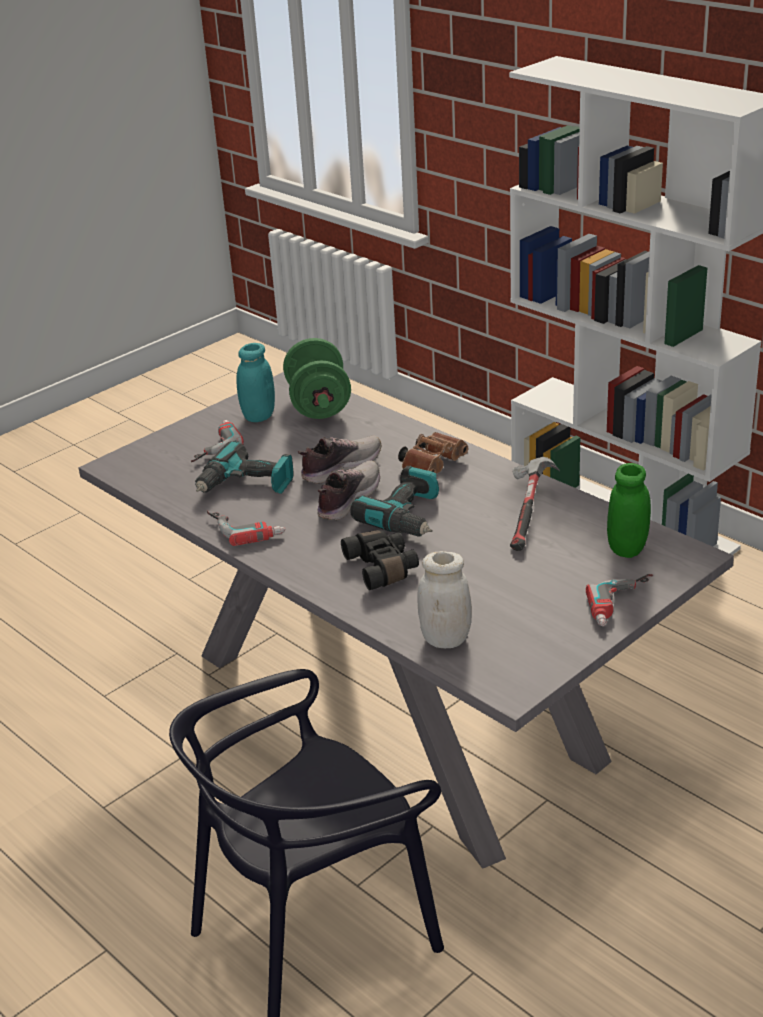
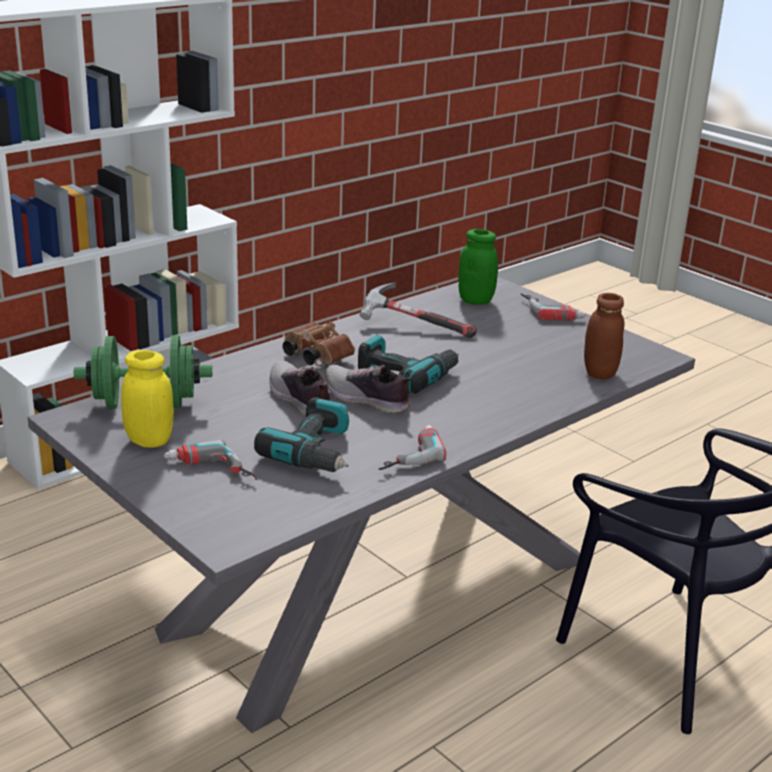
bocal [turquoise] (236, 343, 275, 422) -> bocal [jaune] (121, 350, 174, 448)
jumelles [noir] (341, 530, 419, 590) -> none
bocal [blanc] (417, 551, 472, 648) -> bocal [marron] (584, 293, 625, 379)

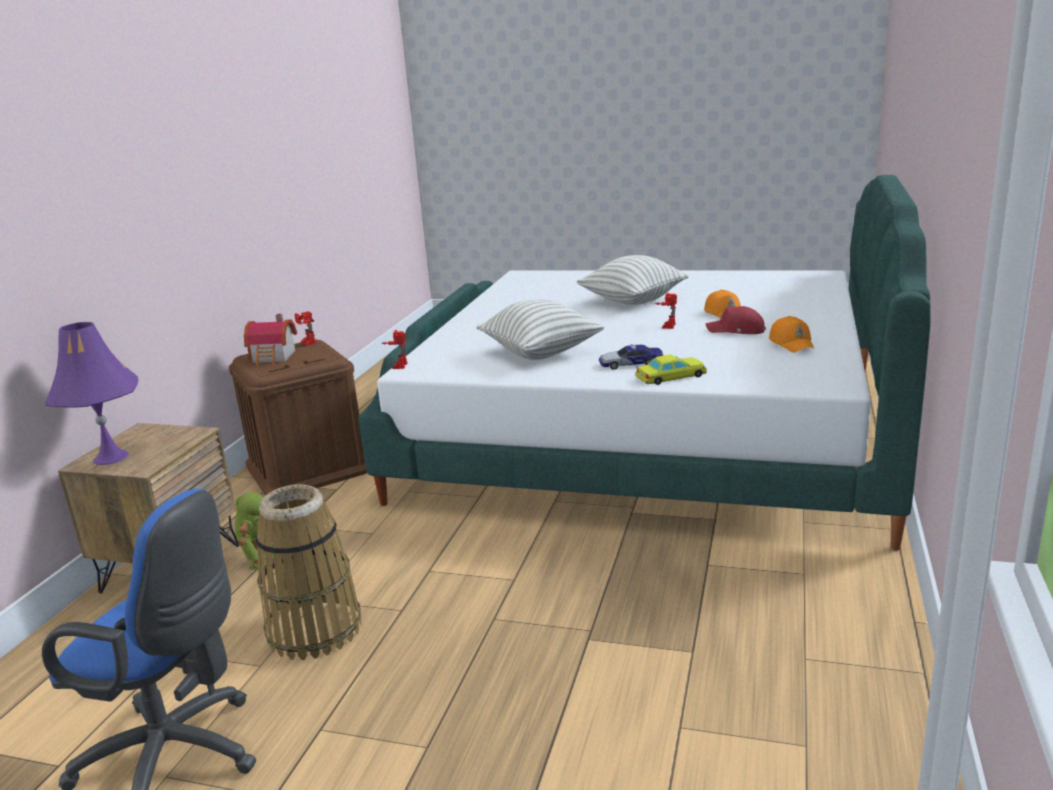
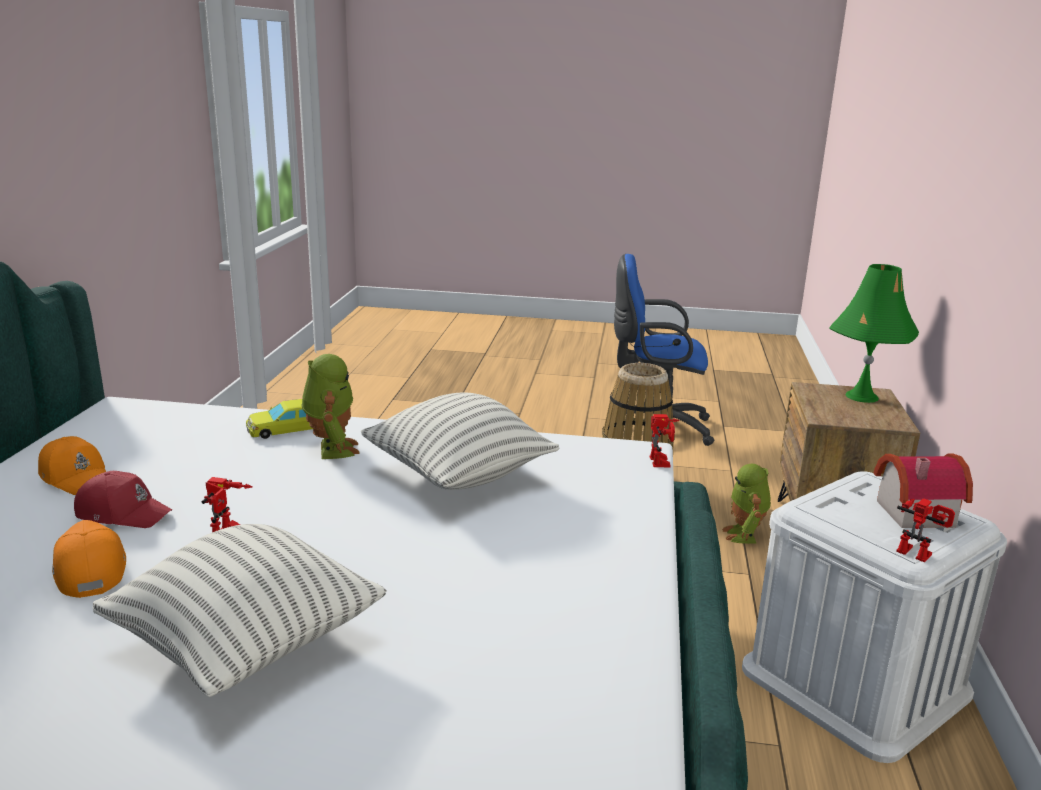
lampe de table [violet] (45, 322, 138, 465) -> lampe de table [vert] (829, 264, 919, 403)
boîte de rangement [marron] (229, 340, 367, 496) -> boîte de rangement [blanc] (742, 471, 1007, 763)
petite voiture (599, 344, 664, 370) -> robot jouet (302, 354, 360, 459)
casquette [orange] (769, 316, 814, 353) -> casquette [orange] (38, 436, 106, 495), 150 degrees clockwise

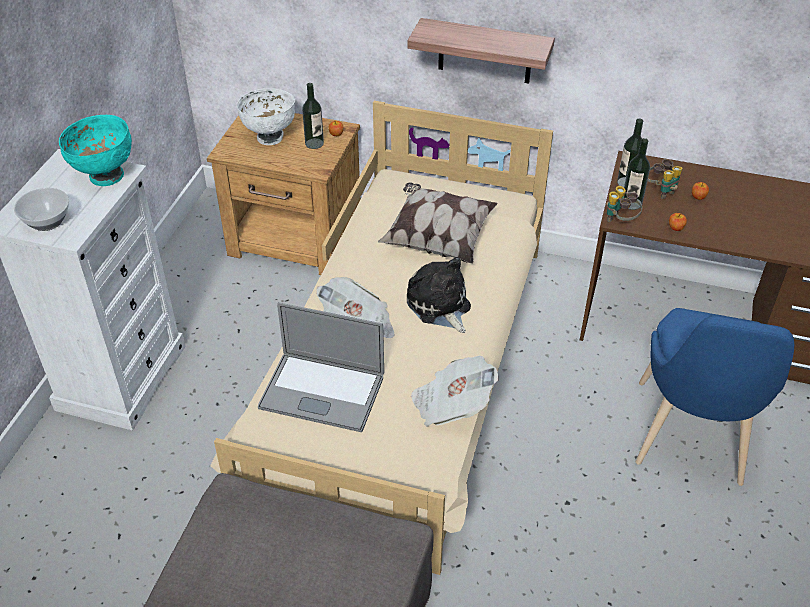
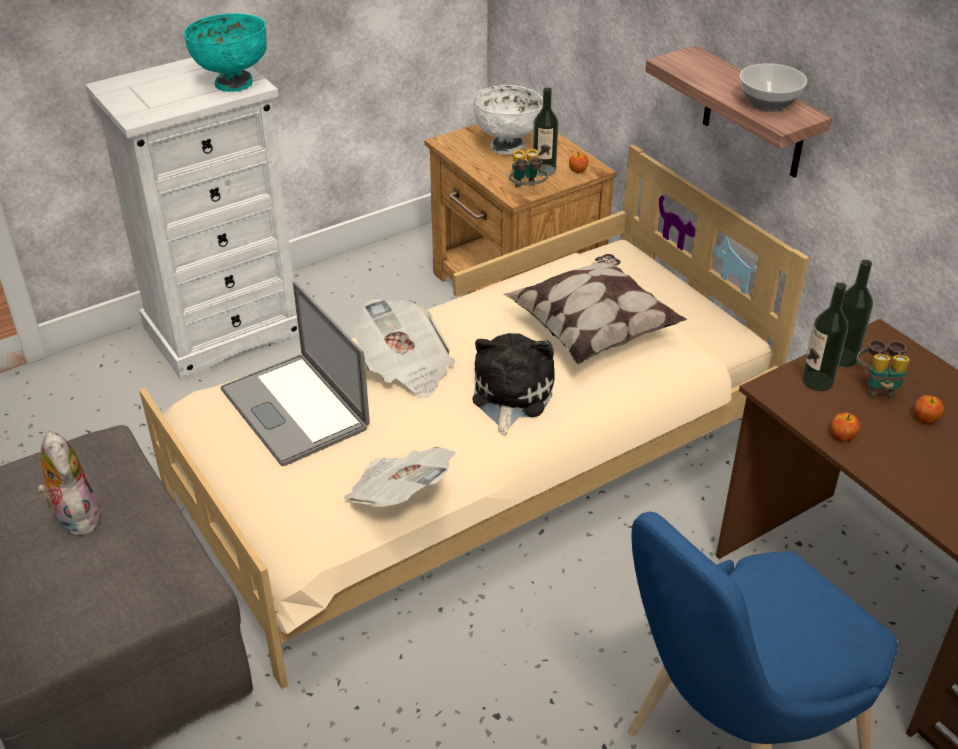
bol (14, 188, 69, 231) -> bol (740, 63, 807, 112), relocated
jumelles (606, 186, 642, 222) -> jumelles (509, 149, 548, 188), relocated
none -> peluche (37, 431, 101, 536)

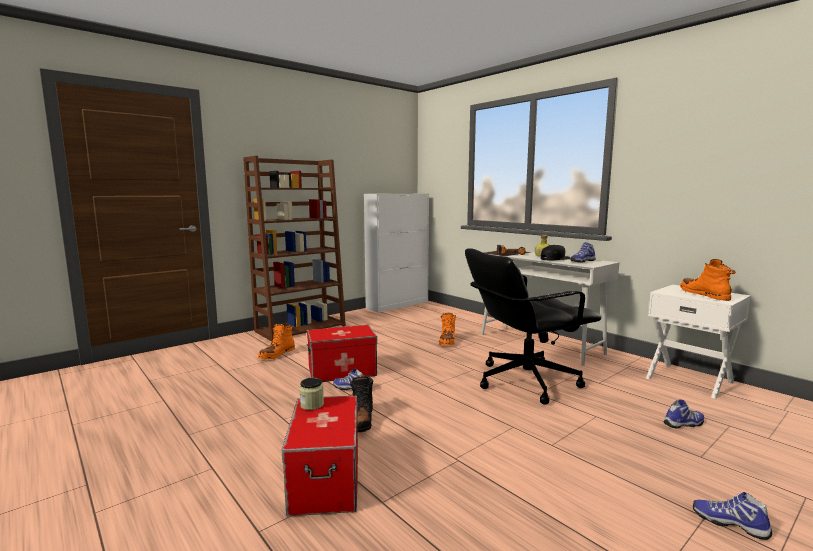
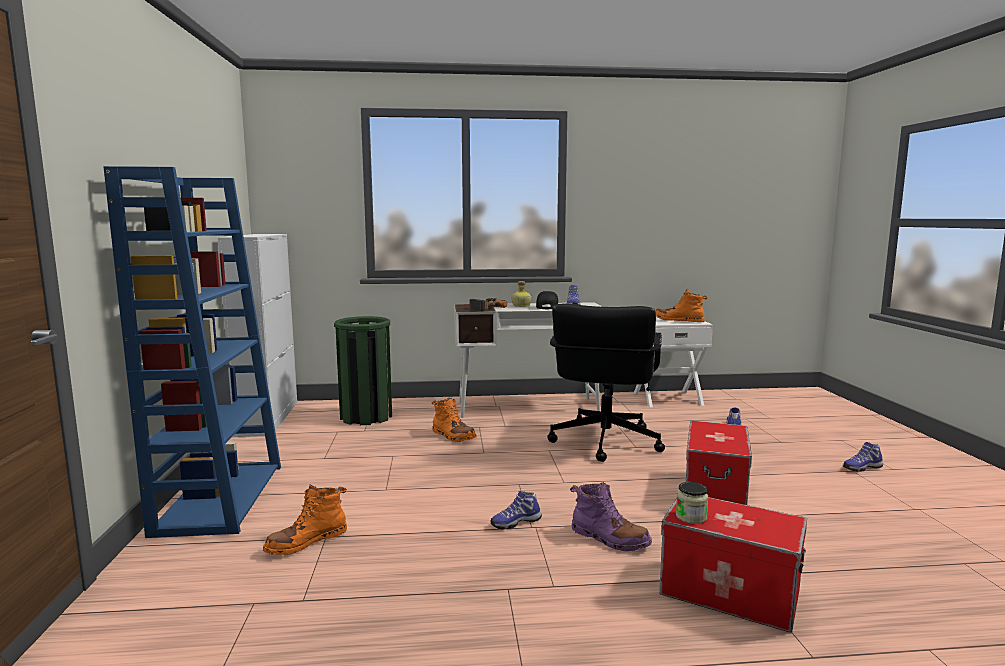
bibliothèque [marron] (243, 156, 346, 342) -> bibliothèque [bleu] (103, 166, 281, 538)
botte [orange] (258, 324, 295, 359) -> botte [orange] (263, 485, 347, 555), 75 degrees clockwise
boîte de rangement (307, 325, 377, 382) -> boîte de rangement (686, 420, 752, 505), relocated
botte [noir] (350, 375, 373, 432) -> botte [violet] (570, 481, 652, 551)
none -> poubelle [vert] (334, 316, 392, 425)

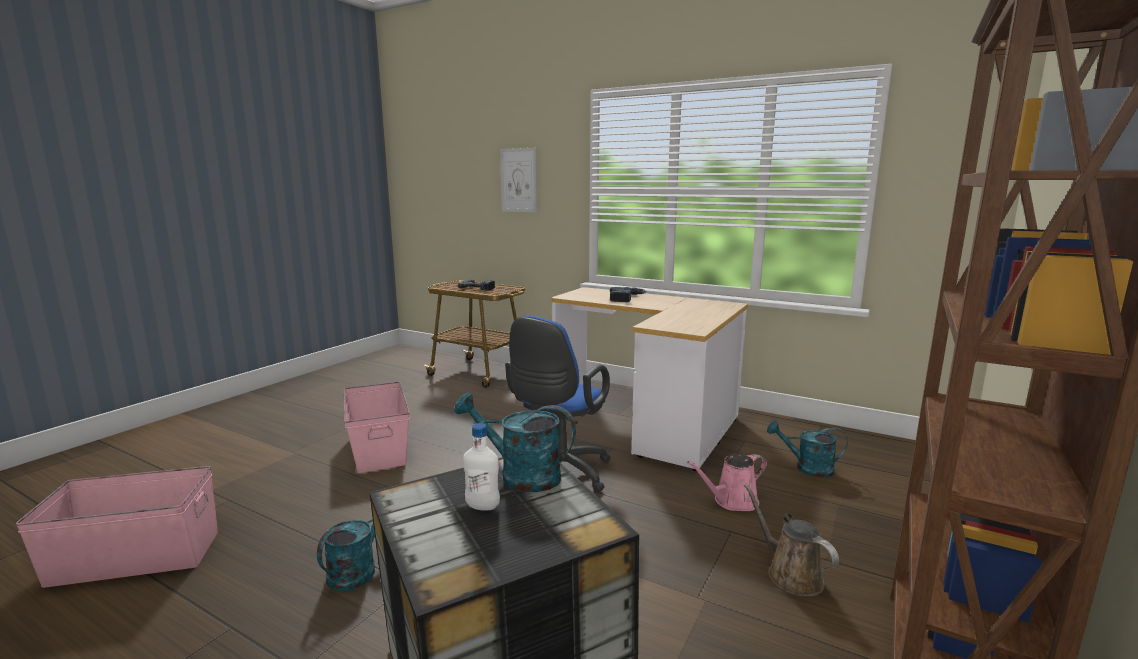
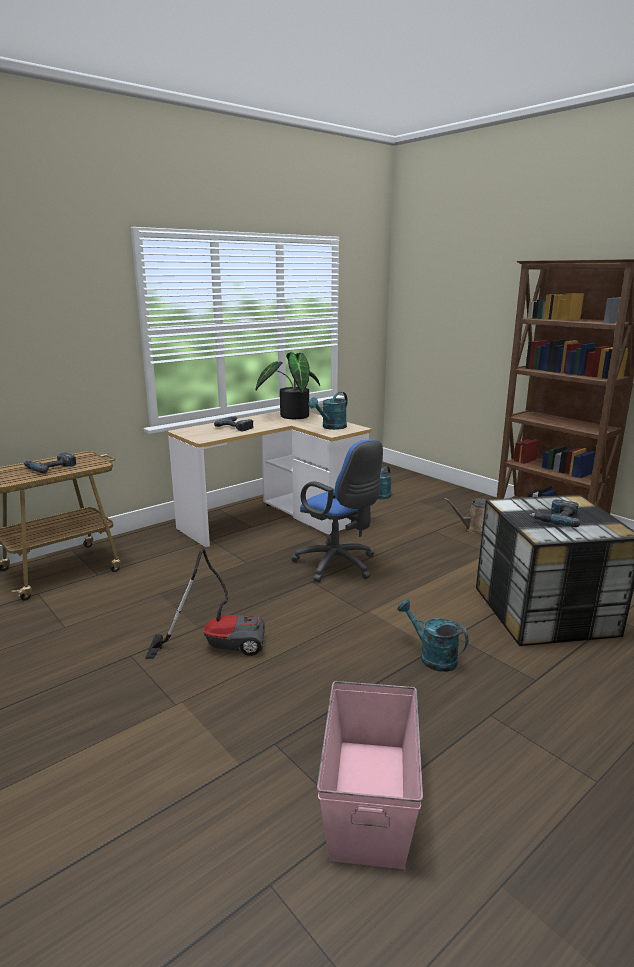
boîte de rangement [rose] (343, 382, 410, 473) -> aspirateur (146, 548, 265, 659)
arrosoir [turquoise] (454, 392, 576, 492) -> arrosoir [turquoise] (308, 392, 347, 430), relocated
bouteille [blanc] (463, 423, 500, 511) -> perceuse (530, 499, 580, 527)
tableau (500, 148, 537, 213) -> none
arrosoir [rose] (687, 453, 767, 511) -> none
none -> plante en pot (255, 352, 320, 419)

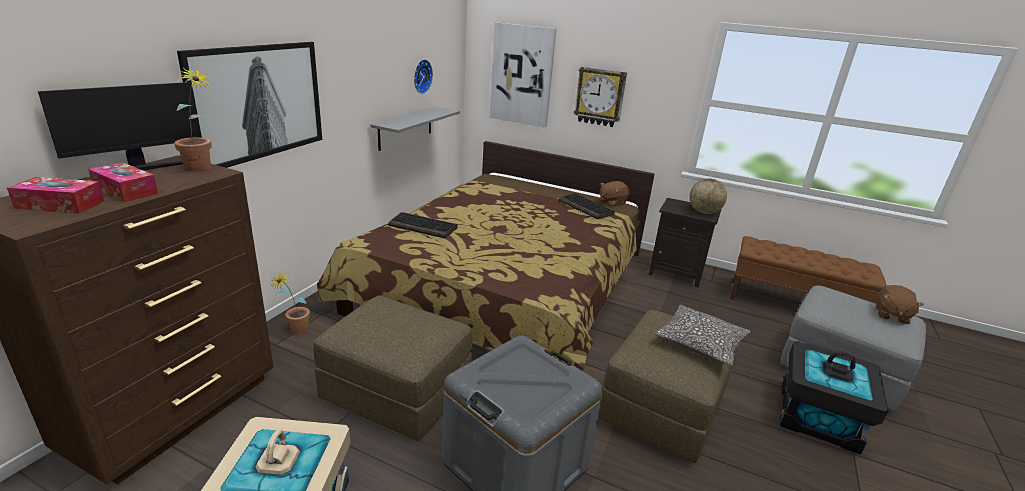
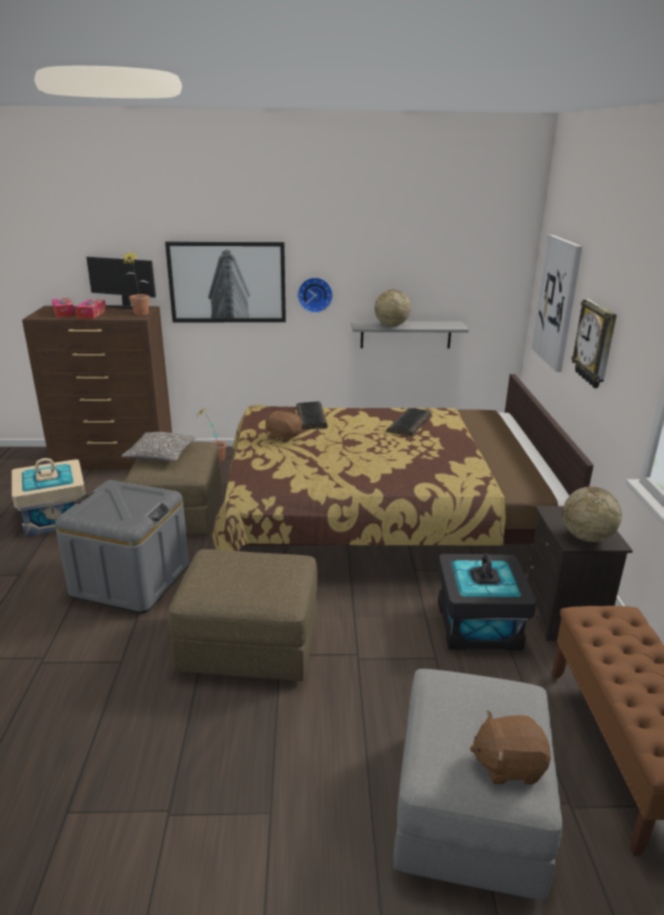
horloge murale (414, 59, 433, 94) -> horloge murale (297, 277, 333, 313), relocated
clavier (559, 193, 615, 219) -> clavier (386, 408, 431, 437), relocated
peluche [marron] (600, 181, 630, 206) -> peluche [marron] (265, 410, 302, 443), relocated
coussin (655, 305, 751, 366) -> coussin (121, 432, 197, 461), relocated
boîte de rangement [noir] (780, 341, 889, 455) -> boîte de rangement [noir] (438, 553, 536, 651), relocated
none -> globe (375, 289, 411, 326)

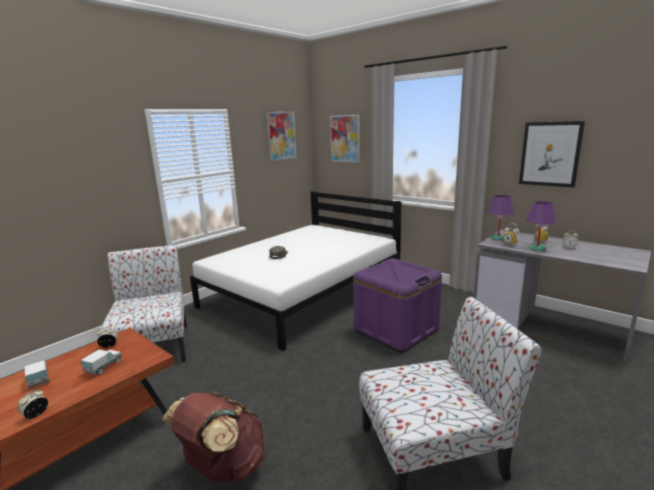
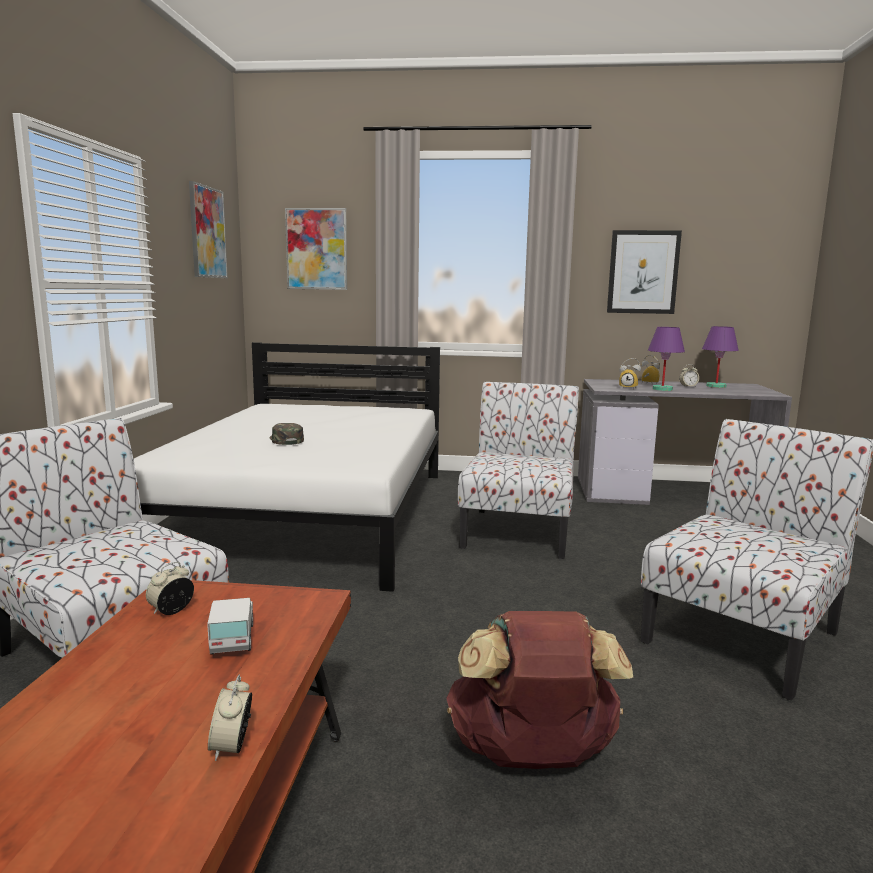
camion jouet (25, 360, 49, 389) -> none
boîte de rangement [violet] (353, 258, 442, 352) -> chaise (458, 382, 579, 559)
lampe de table [violet] (488, 195, 514, 240) -> lampe de table [violet] (702, 326, 739, 388), relocated

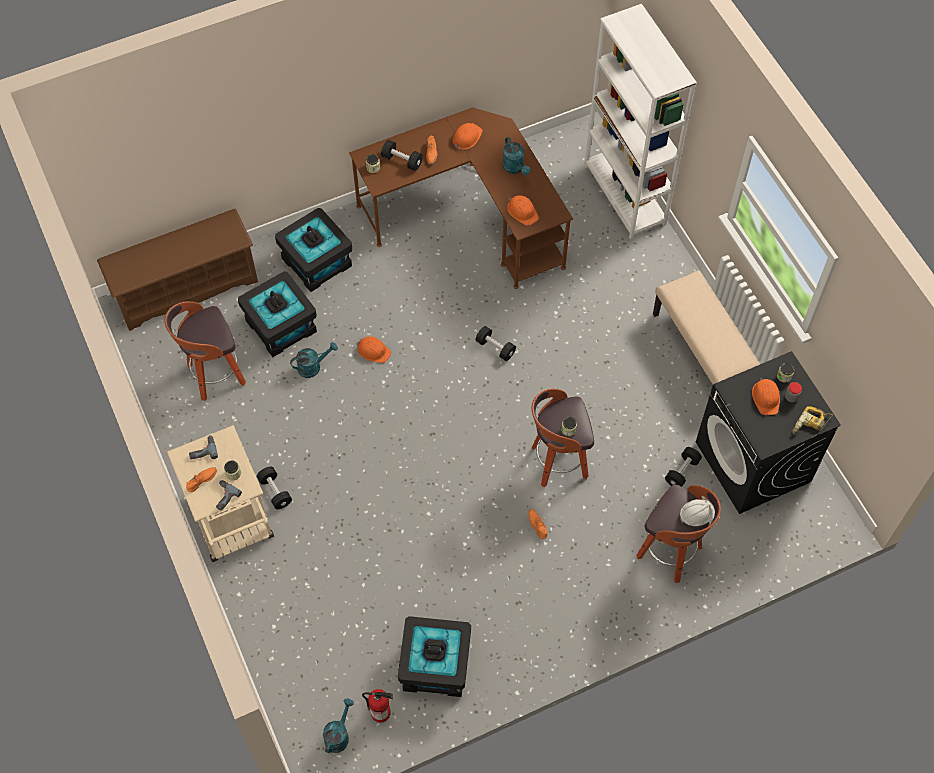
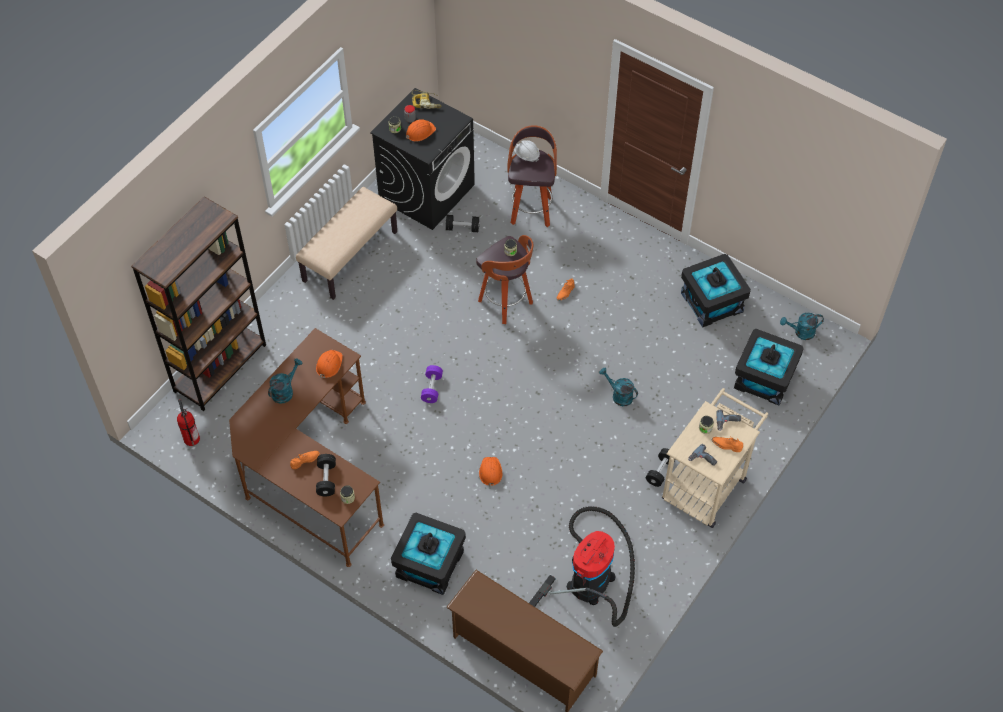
tabouret (164, 301, 246, 401) -> aspirateur (529, 506, 635, 627)
boîte de rangement [noir] (238, 271, 317, 357) -> boîte de rangement [noir] (734, 329, 804, 405), relocated
arrosoir [turquoise] (290, 342, 338, 378) -> arrosoir [turquoise] (599, 368, 638, 406), relocated
extincteur (362, 689, 393, 723) -> extincteur (177, 399, 200, 446), relocated
casque de chantier [orange] (453, 123, 483, 149) -> none
haltère [noir] (475, 326, 516, 361) -> haltère [violet] (421, 365, 443, 403)
bibliothèque [blanc] (584, 4, 697, 239) -> bibliothèque [marron] (131, 196, 266, 411)

